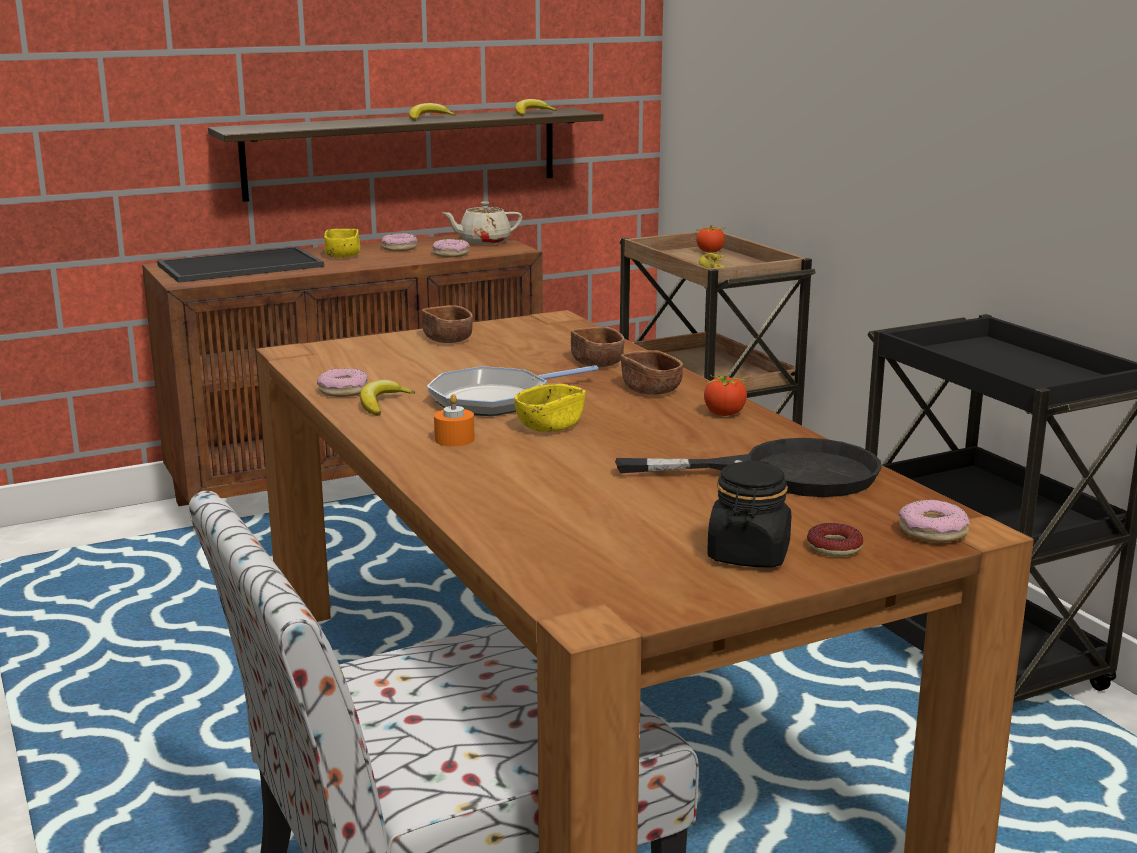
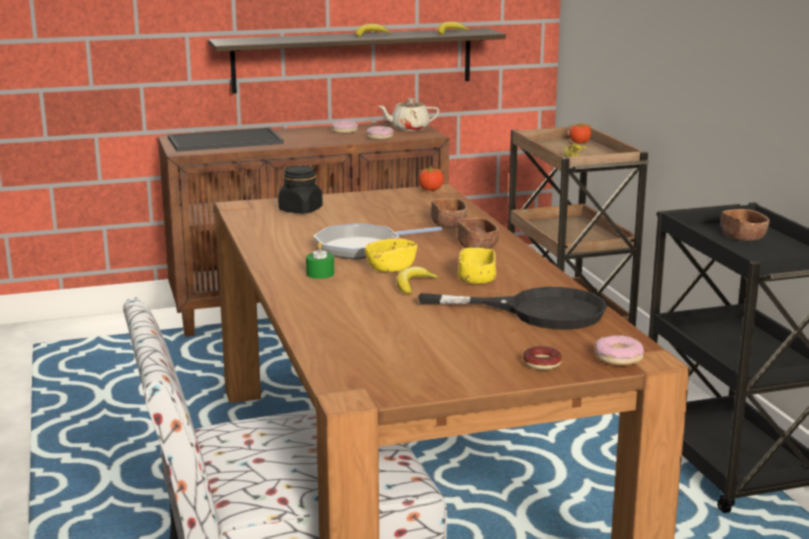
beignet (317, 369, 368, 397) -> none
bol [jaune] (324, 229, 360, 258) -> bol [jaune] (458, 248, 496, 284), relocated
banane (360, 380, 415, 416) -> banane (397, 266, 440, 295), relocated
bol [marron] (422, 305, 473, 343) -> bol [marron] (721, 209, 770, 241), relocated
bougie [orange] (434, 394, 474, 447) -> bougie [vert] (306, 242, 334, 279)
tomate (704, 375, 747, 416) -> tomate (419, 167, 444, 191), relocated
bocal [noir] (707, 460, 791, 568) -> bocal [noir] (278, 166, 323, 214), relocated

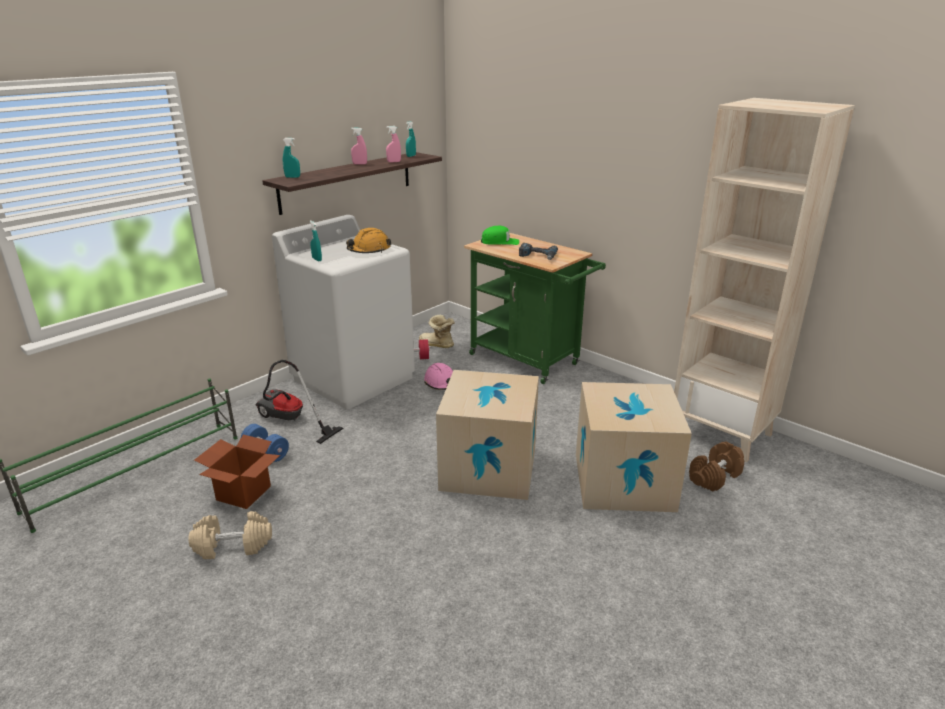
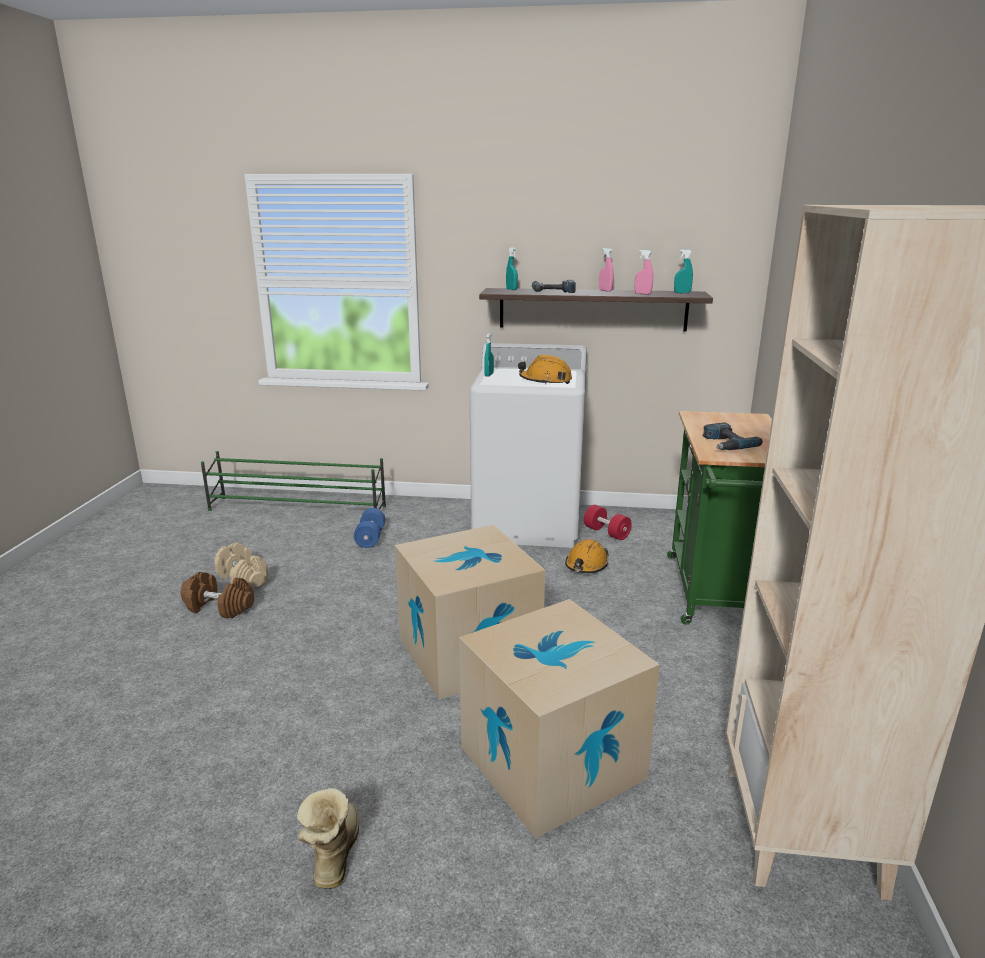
carton (194, 435, 280, 509) -> none
aspirateur (255, 360, 344, 444) -> none
botte (419, 314, 455, 348) -> botte (297, 788, 359, 889), relocated
casque de chantier [rose] (424, 363, 453, 390) -> casque de chantier [orange] (565, 539, 609, 573)
casquette [vert] (481, 226, 519, 245) -> none
haltère [marron] (689, 442, 744, 491) -> haltère [marron] (181, 572, 254, 618), relocated
none -> perceuse (532, 280, 576, 293)

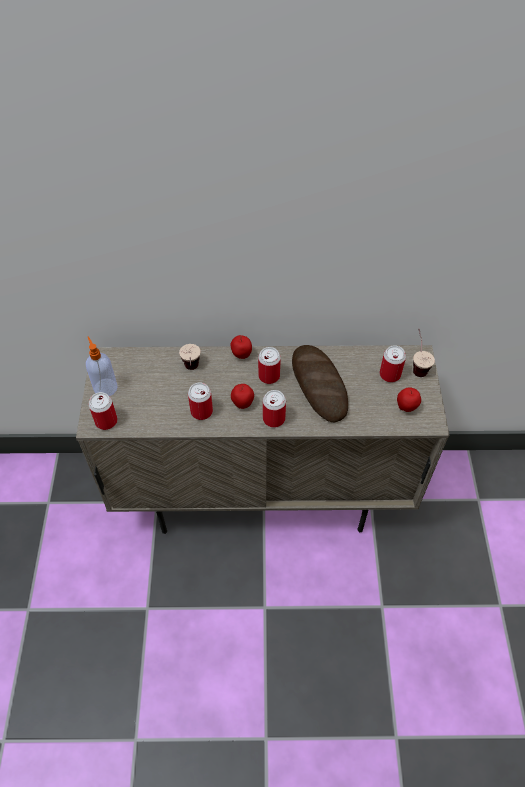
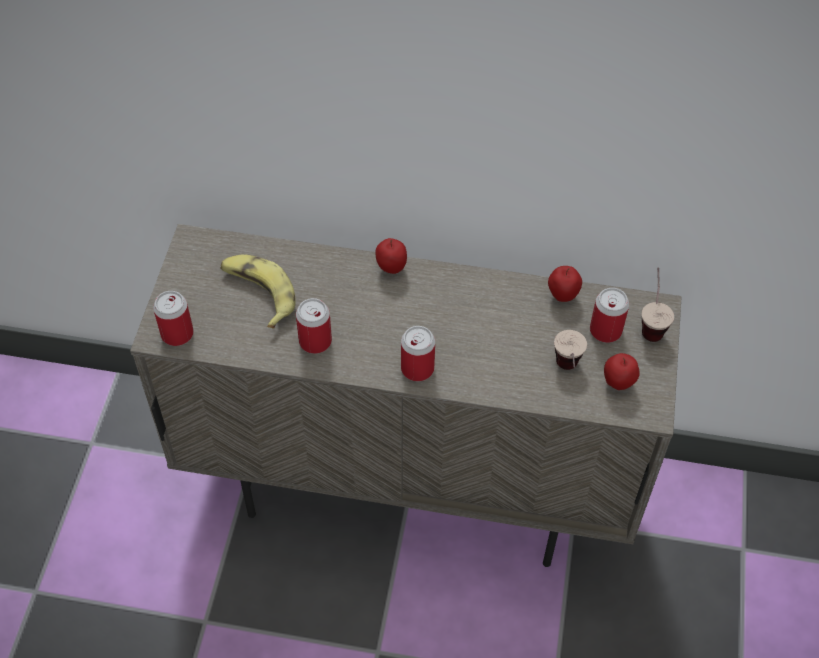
distributeur de savon (86, 336, 118, 396) -> none
tasse (179, 344, 201, 370) -> tasse (554, 330, 587, 370), relocated
pomme (231, 384, 254, 409) -> pomme (548, 266, 582, 302), relocated
boîte métallique (258, 347, 281, 384) -> none
pain (292, 345, 348, 422) -> none
none -> banane (220, 254, 295, 329)

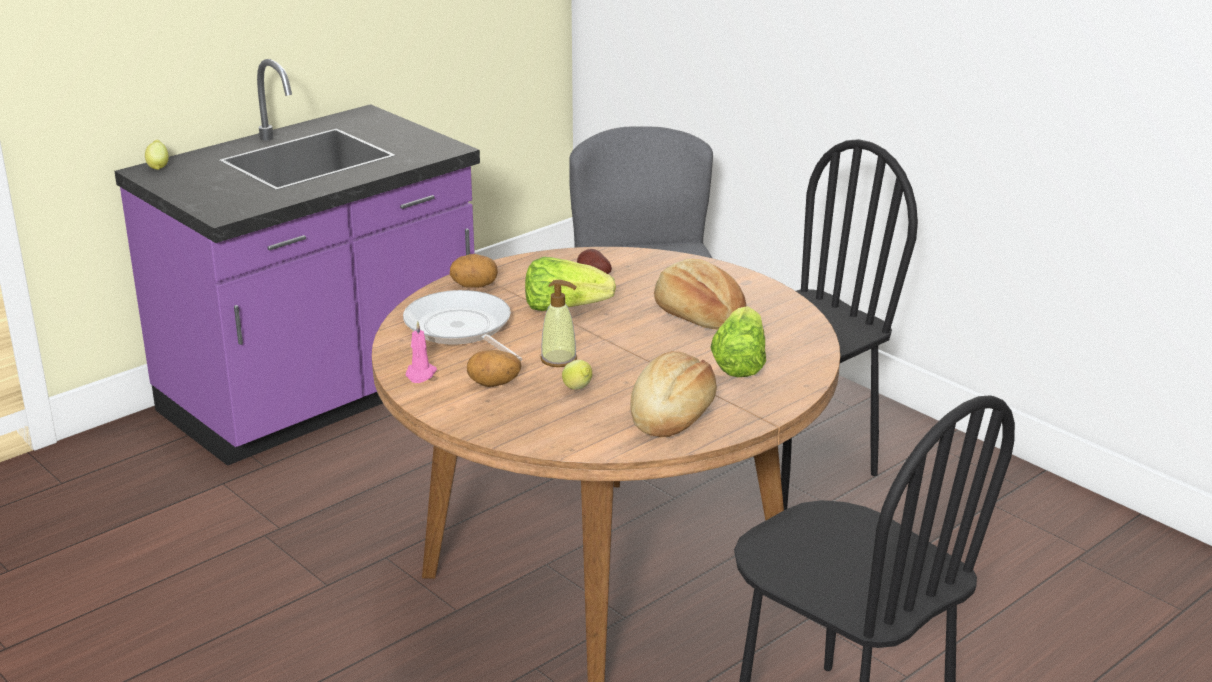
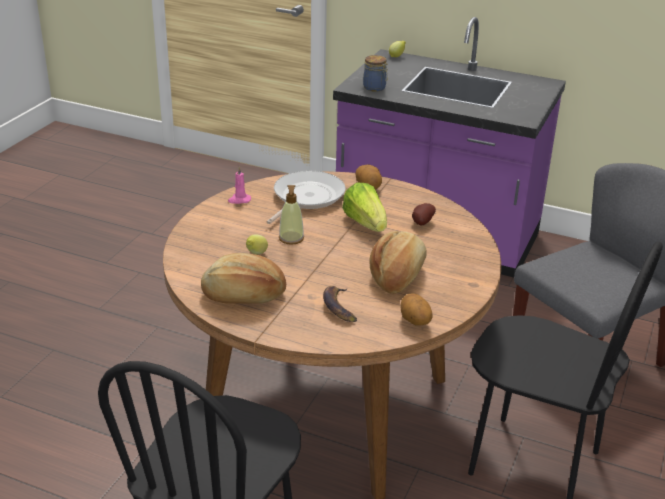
pomme de terre (467, 350, 521, 387) -> pomme de terre (400, 293, 433, 326), relocated
laitue (710, 306, 766, 377) -> banane (323, 286, 357, 322)
none -> bocal (363, 55, 388, 92)

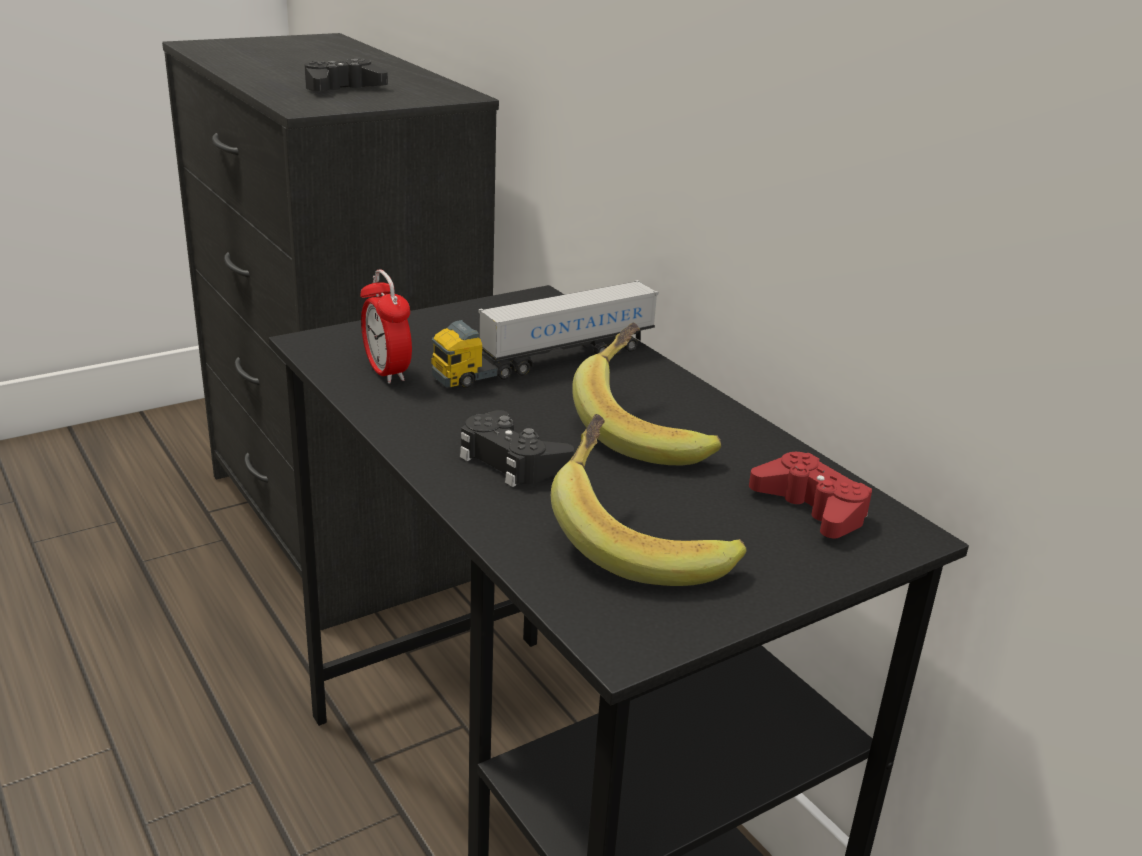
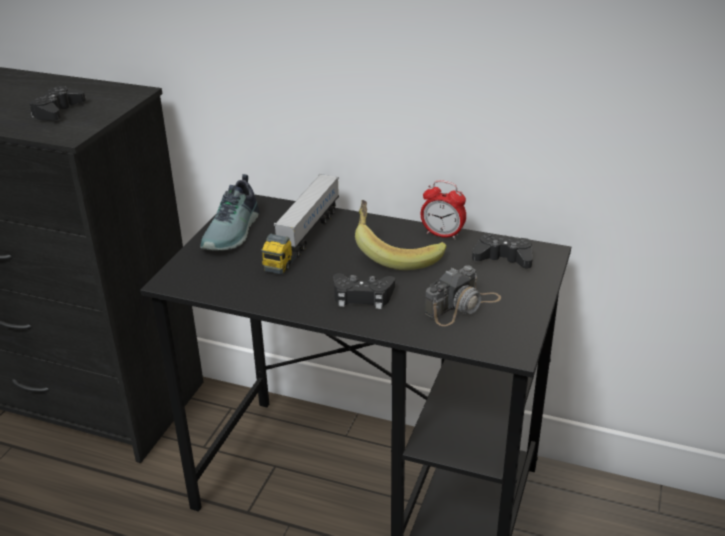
réveil (360, 269, 412, 384) -> réveil (421, 180, 466, 240), relocated
banane (551, 414, 747, 586) -> appareil photo (425, 265, 501, 326)
manette [rouge] (749, 452, 872, 538) -> manette [noir] (472, 233, 532, 268)
none -> chaussure (200, 174, 259, 251)

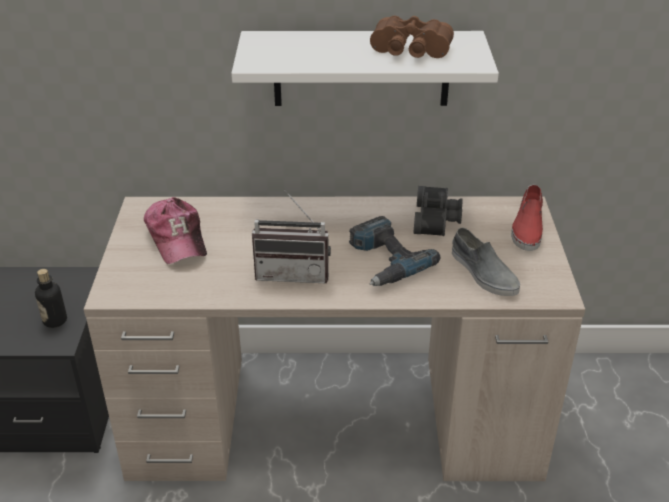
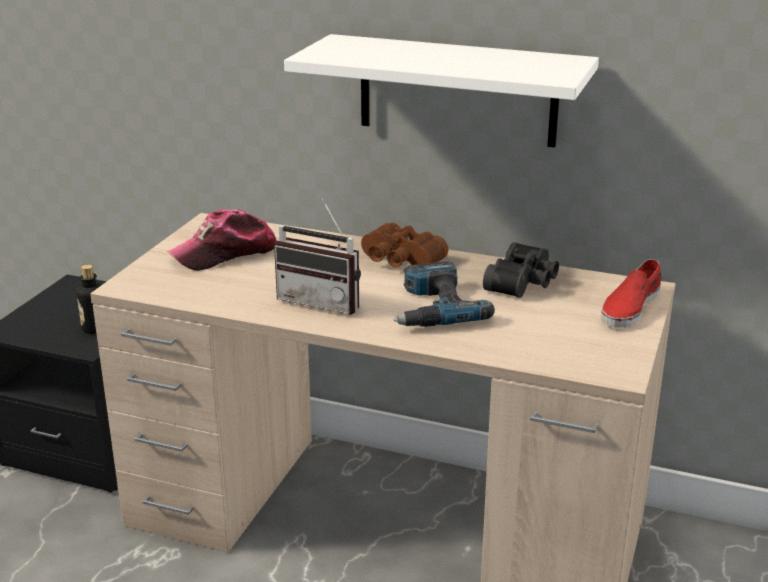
casquette (144, 197, 207, 264) -> casquette (168, 209, 276, 271), 60 degrees clockwise
jumelles [marron] (370, 16, 454, 58) -> jumelles [marron] (361, 222, 448, 267), relocated
chaussure [gris] (452, 227, 520, 296) -> none

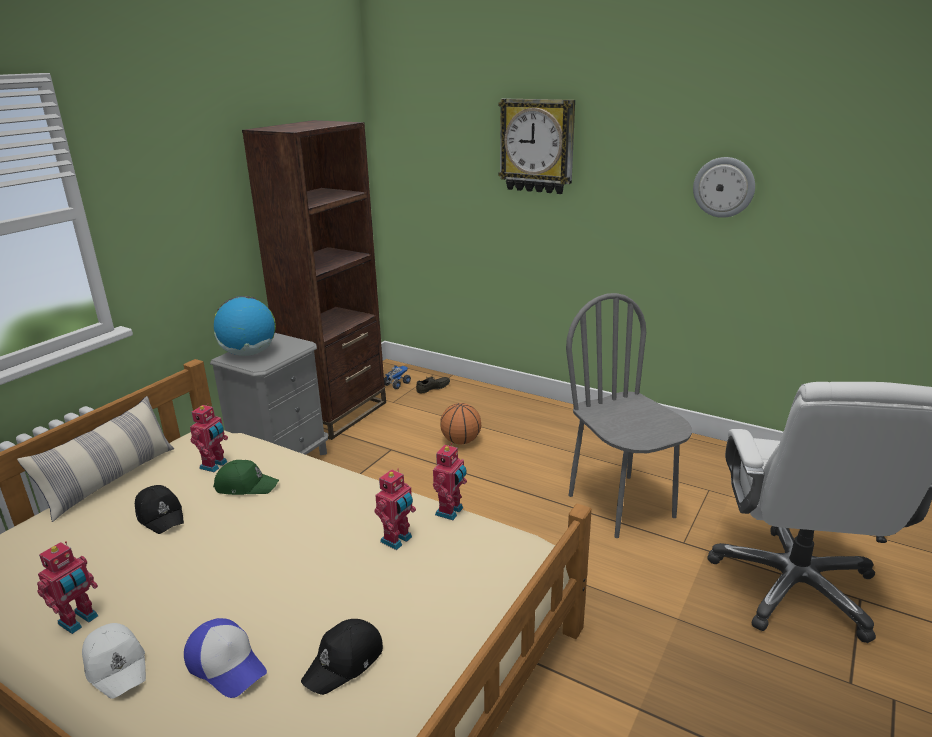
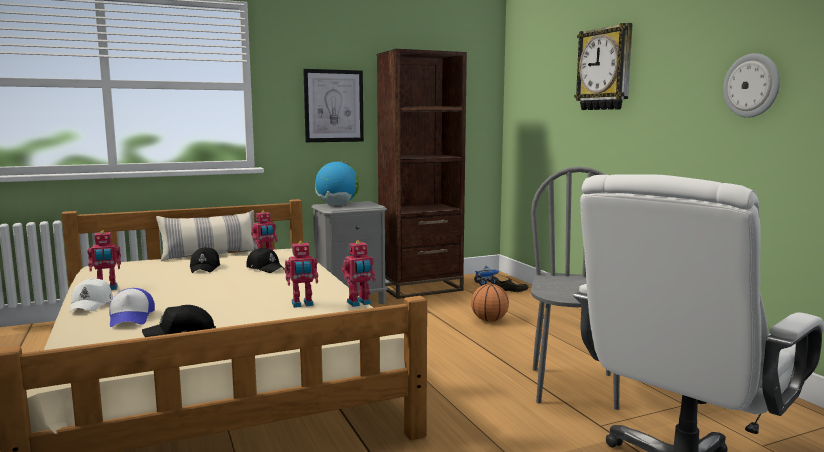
casquette [vert] (213, 460, 279, 495) -> casquette [noir] (246, 247, 285, 273)
none -> tableau (303, 69, 364, 142)

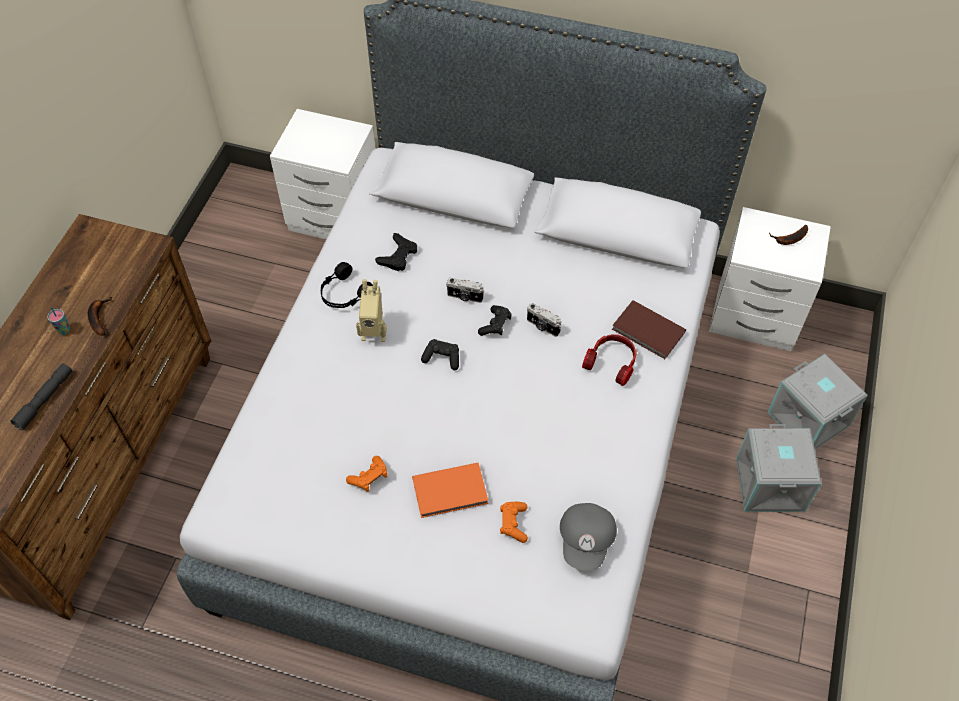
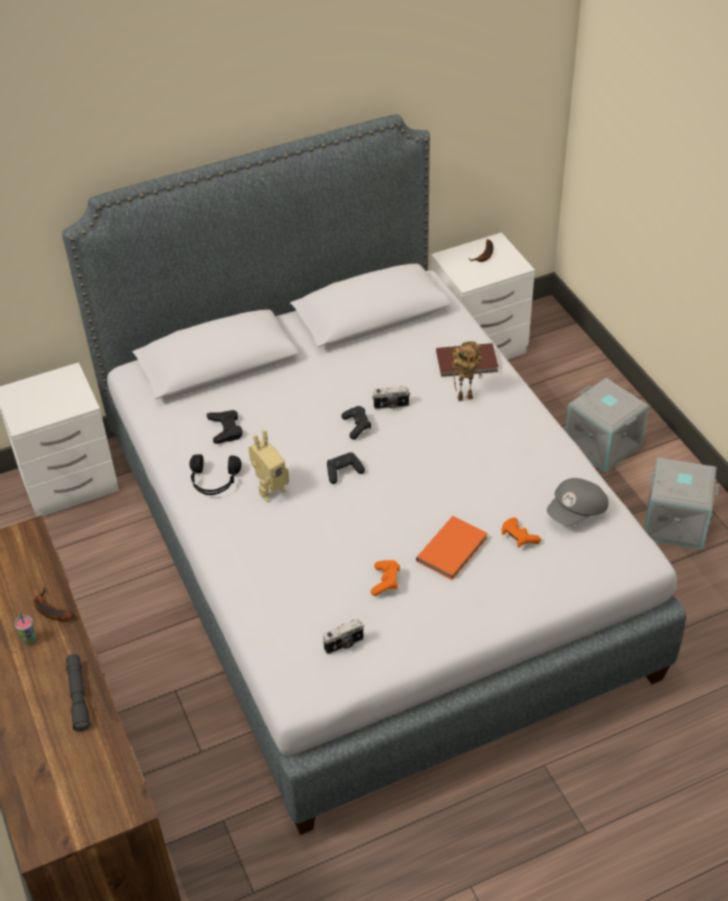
appareil photo (446, 278, 484, 303) -> appareil photo (323, 619, 364, 654), relocated
casquette [gris] (560, 503, 617, 571) -> casquette [gris] (547, 478, 608, 526), 75 degrees clockwise
casque audio (582, 334, 637, 386) -> robot jouet (453, 341, 483, 401)
boîte de rangement [gris] (768, 354, 868, 449) -> boîte de rangement [gris] (644, 457, 719, 550), relocated

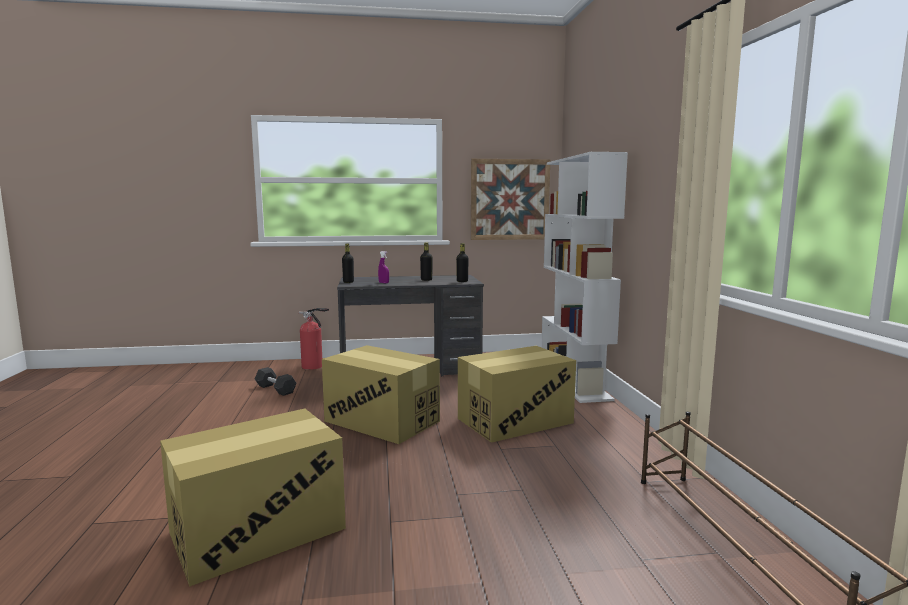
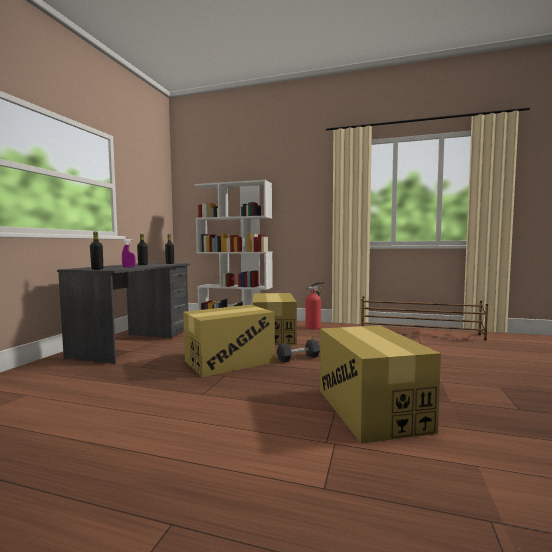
haltère [noir] (255, 367, 297, 396) -> haltère [noir] (277, 339, 320, 362), relocated
extincteur (299, 308, 329, 370) -> extincteur (305, 282, 325, 329), relocated
tableau (471, 159, 550, 240) -> none

